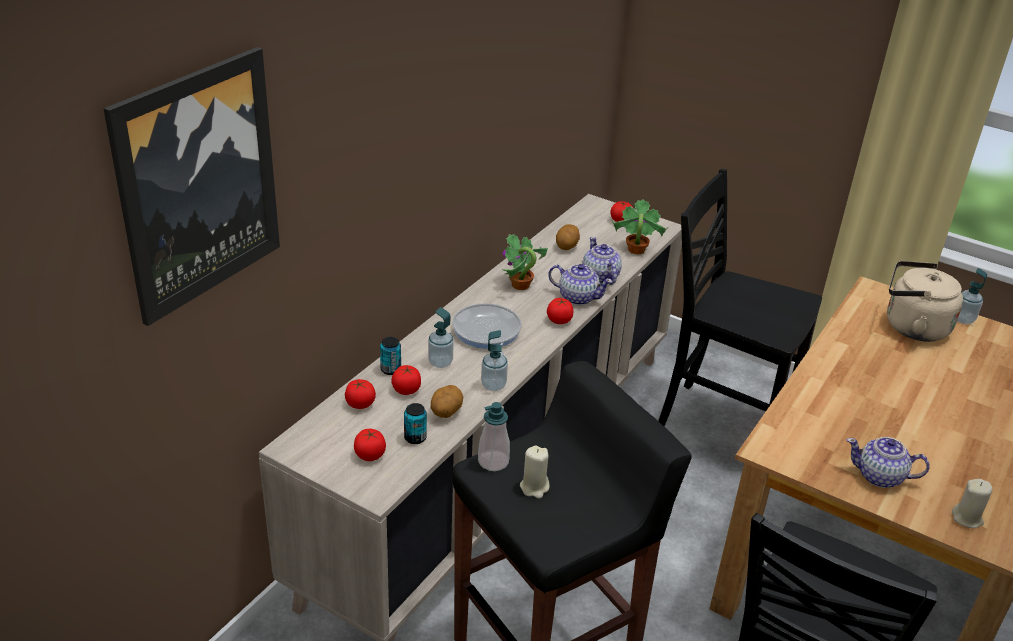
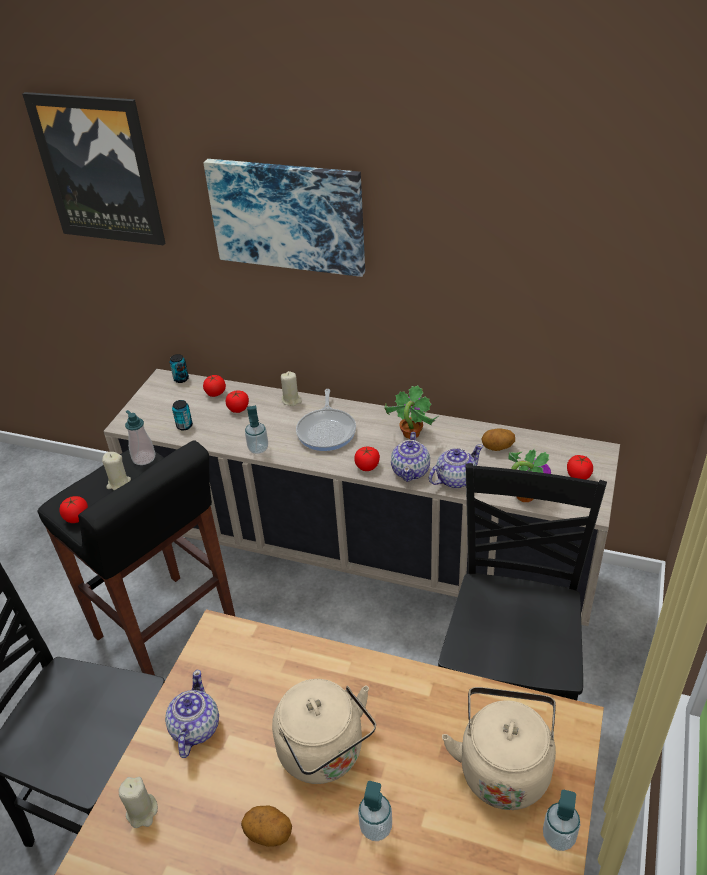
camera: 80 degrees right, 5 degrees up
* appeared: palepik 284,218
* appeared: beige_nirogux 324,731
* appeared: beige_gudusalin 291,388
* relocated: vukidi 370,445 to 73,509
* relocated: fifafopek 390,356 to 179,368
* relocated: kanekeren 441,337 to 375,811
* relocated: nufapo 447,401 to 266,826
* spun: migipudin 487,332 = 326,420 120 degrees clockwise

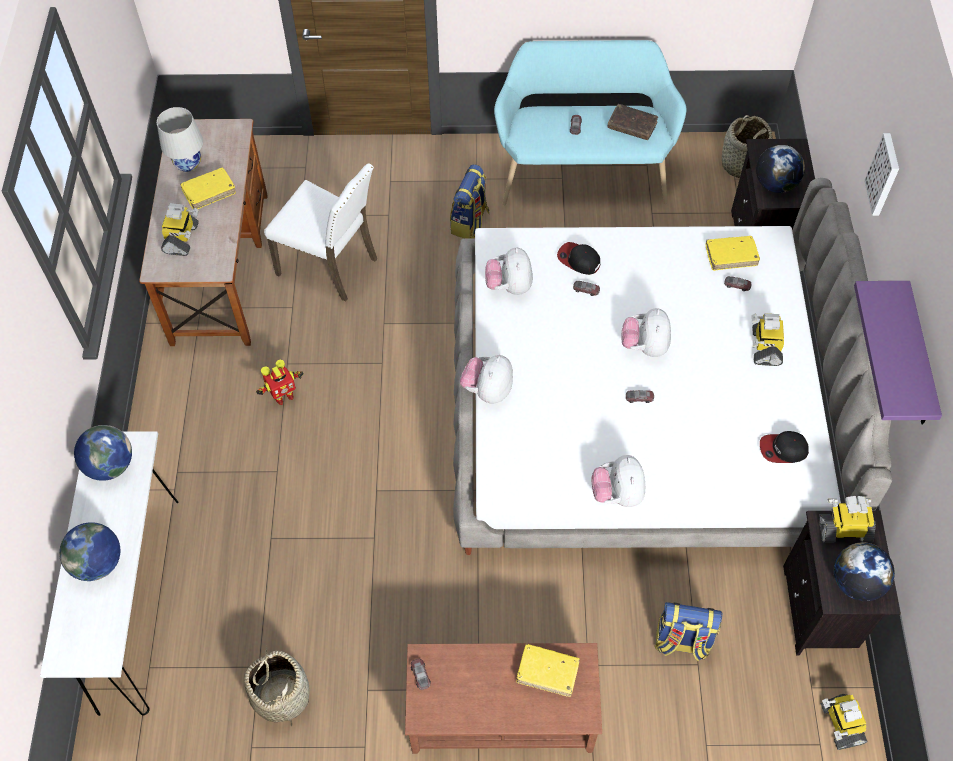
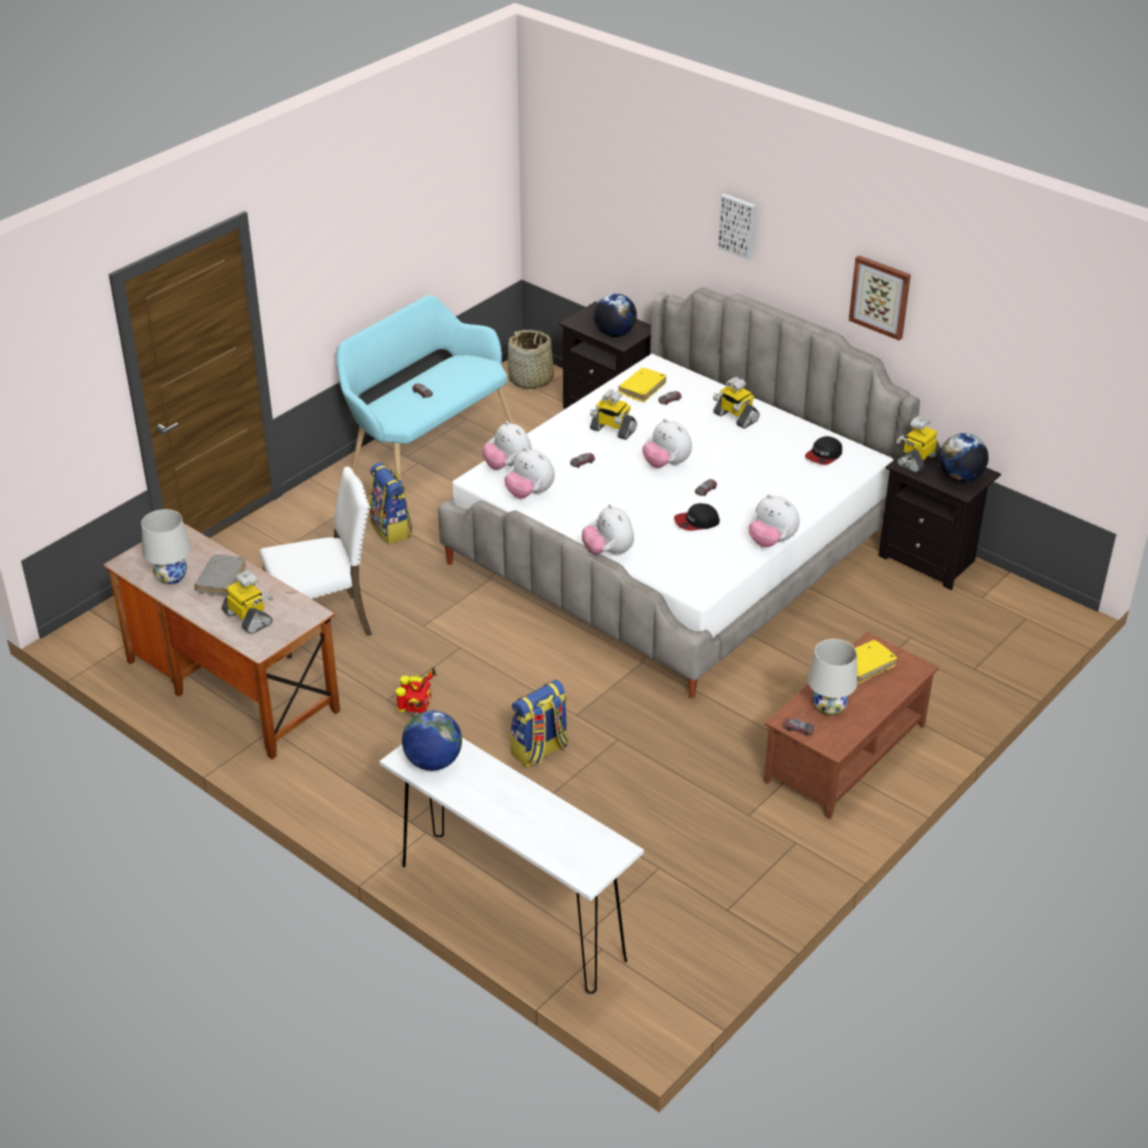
camera: 50 degrees left, 20 degrees down
* missing: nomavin 89,551
* missing: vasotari 277,686
* missing: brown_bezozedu 633,122
* appeared: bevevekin 507,445
* appeared: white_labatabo 832,677
* relocated: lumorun 578,258 to 697,516
* relocated: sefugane 688,631 to 539,724
* relocated: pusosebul 844,722 to 613,415
* exchanged: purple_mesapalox 898,352 to palepik 880,297
* colour: yellow_bezozedu 208,188 to grey_bezozedu 220,575

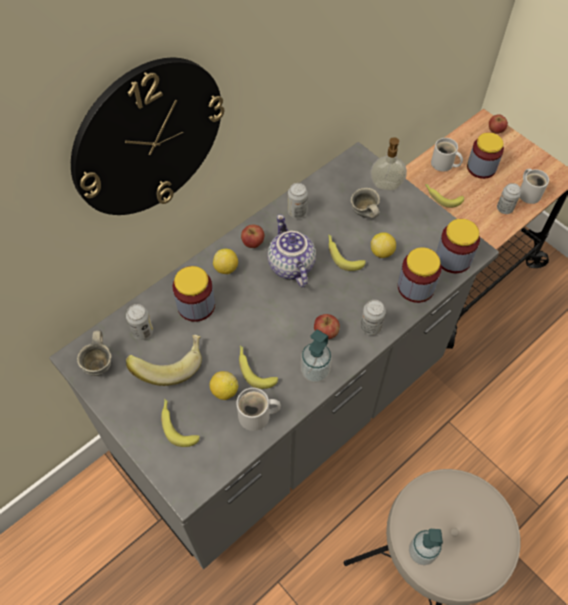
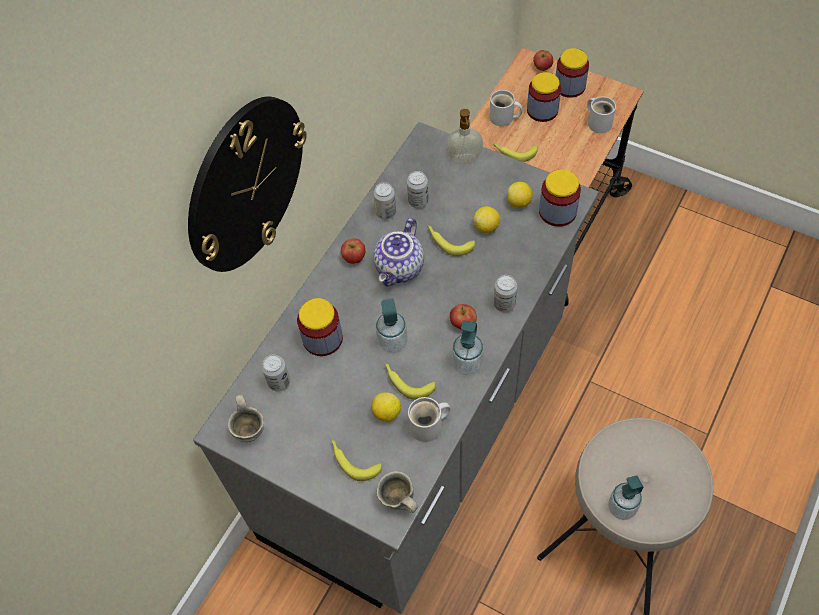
camera: 15 degrees left, 0 degrees up
* missing: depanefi 164,360
* appeared: kanekeren 391,326
* relocated: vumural 225,261 to 520,195
* relocated: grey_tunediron 365,203 to 397,492
* relocated: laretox 420,275 to 572,73
* relocated: fifafopek 509,198 to 418,189
* spun: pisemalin 291,251 = 398,252 120 degrees counterclockwise

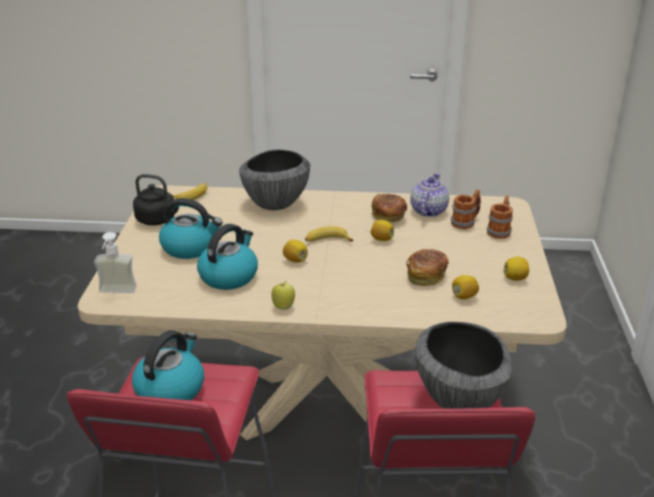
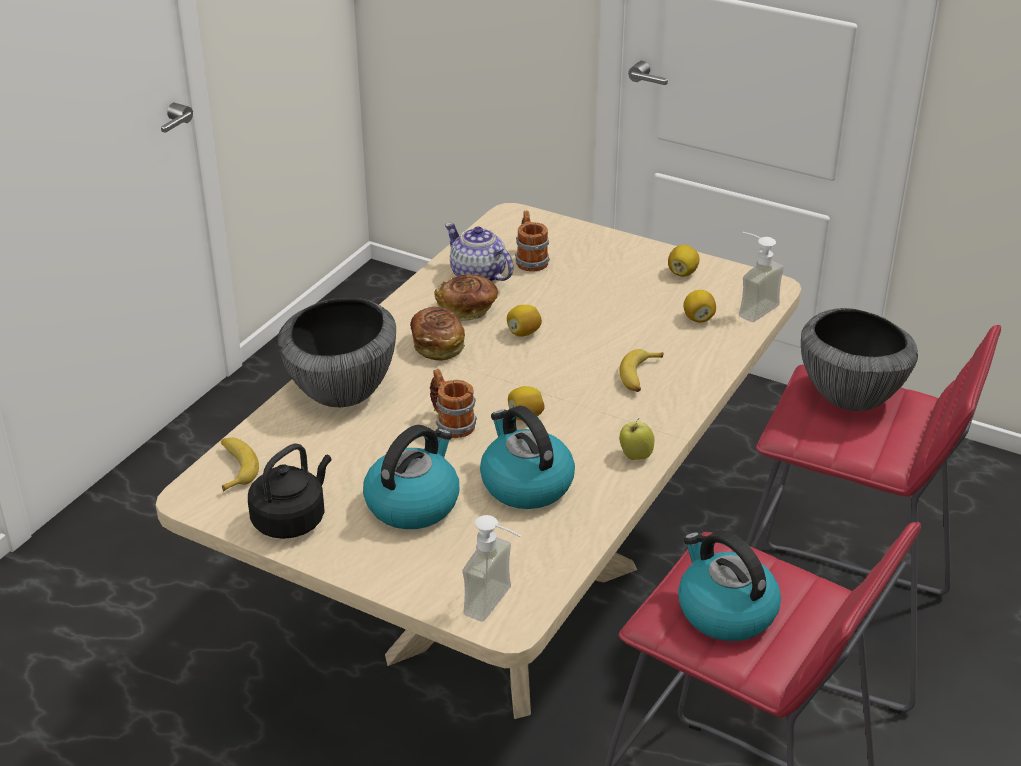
camera: 65 degrees left, 5 degrees up
* appeared: kanekeren 761,277
* relocated: depanefi 329,234 to 642,370
* relocated: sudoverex 427,267 to 437,334
* relocated: tunediron 500,217 to 453,403

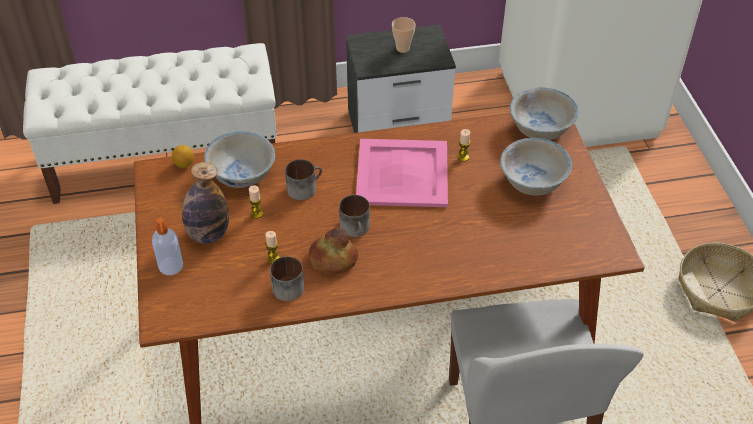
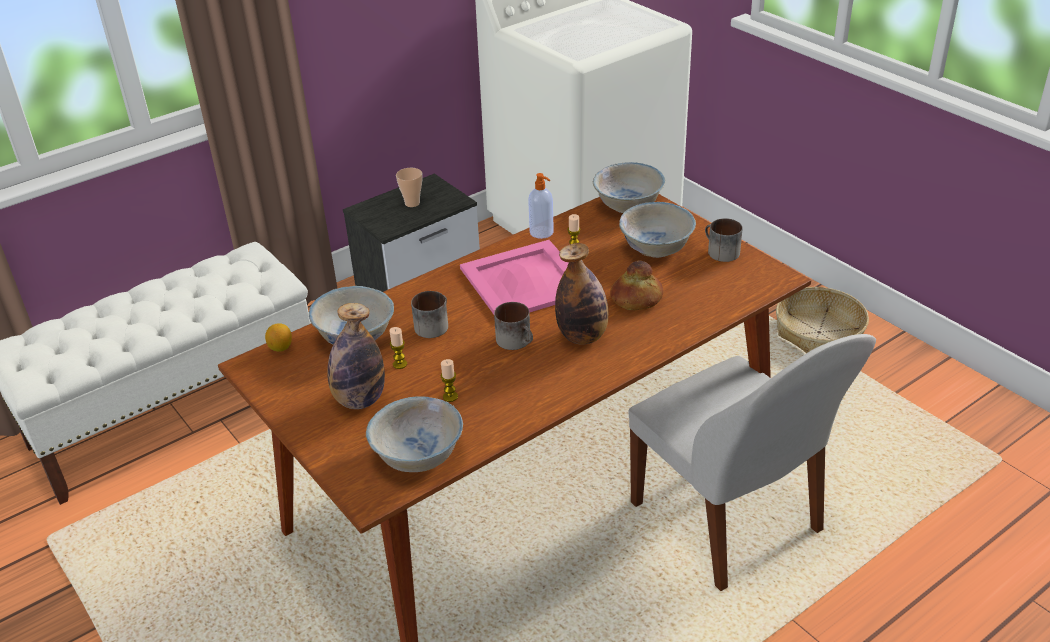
camera: 25 degrees left, 10 degrees down
* appeared: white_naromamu 414,434
* appeared: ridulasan 581,294
* relocated: kanekeren 167,246 to 541,206
* relocated: tunediron 287,278 to 724,240
* relocated: sudoverex 333,251 to 636,285

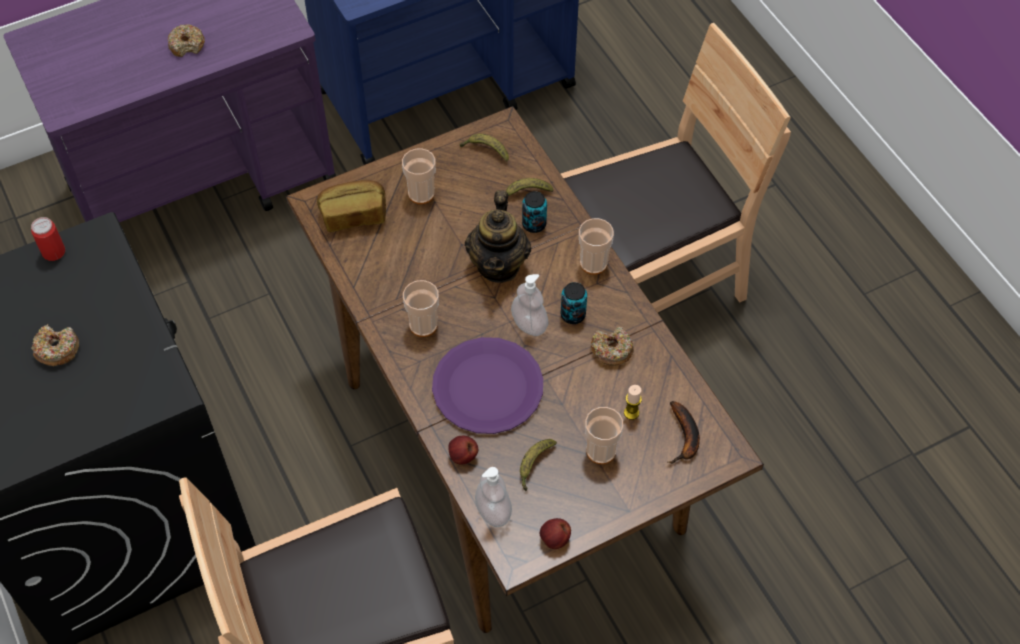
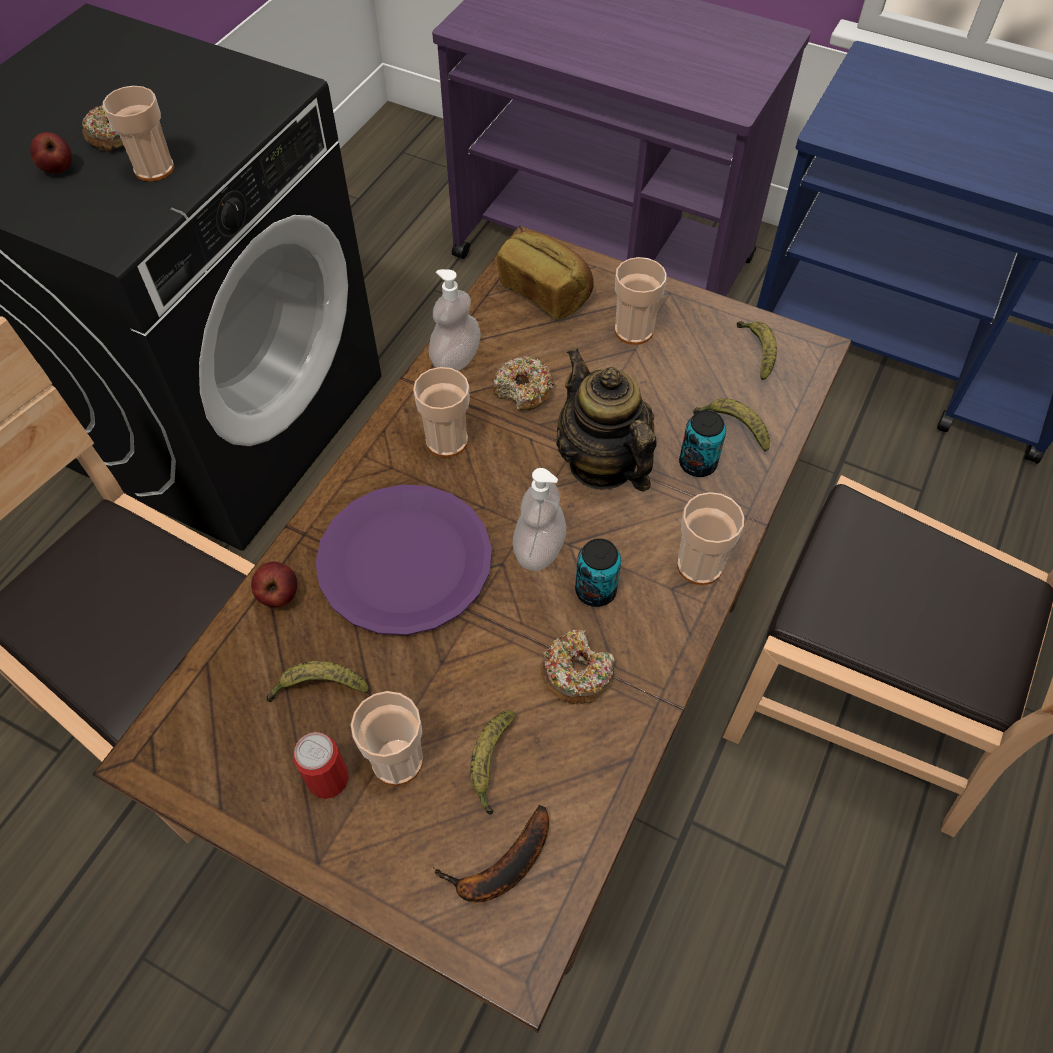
camera: 55 degrees right, 0 degrees up
* appeared: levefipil 138,133
* relocated: fifafopek 48,239 to 321,765
* relocated: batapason 186,40 to 524,383
* relocated: kanekeren 493,497 to 455,320
* relocated: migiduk 555,533 to 51,153
* exchanged: gudusalin 633,402 to depanefi 493,763
* spun: pisemalin 498,236 = 606,420 90 degrees clockwise

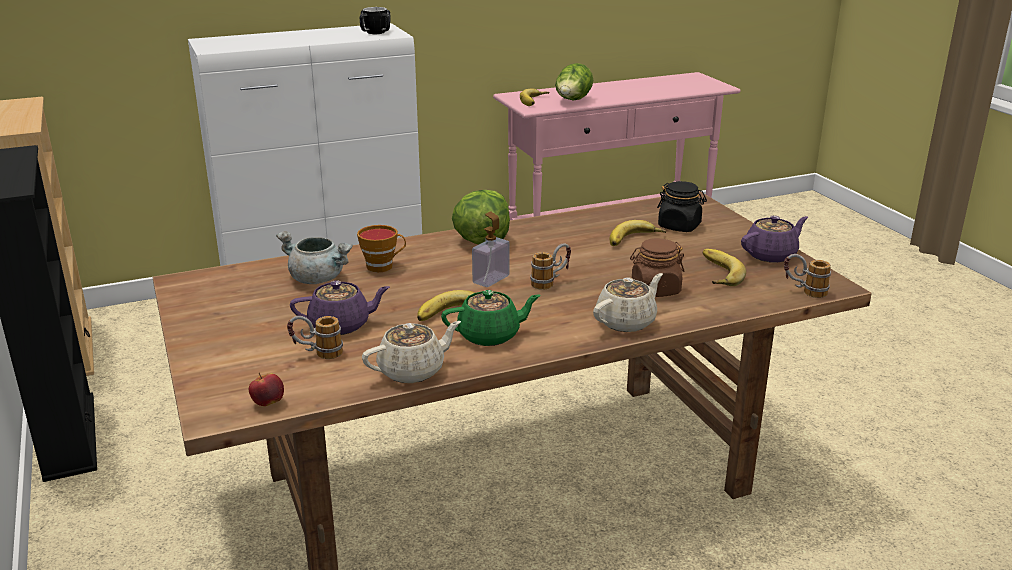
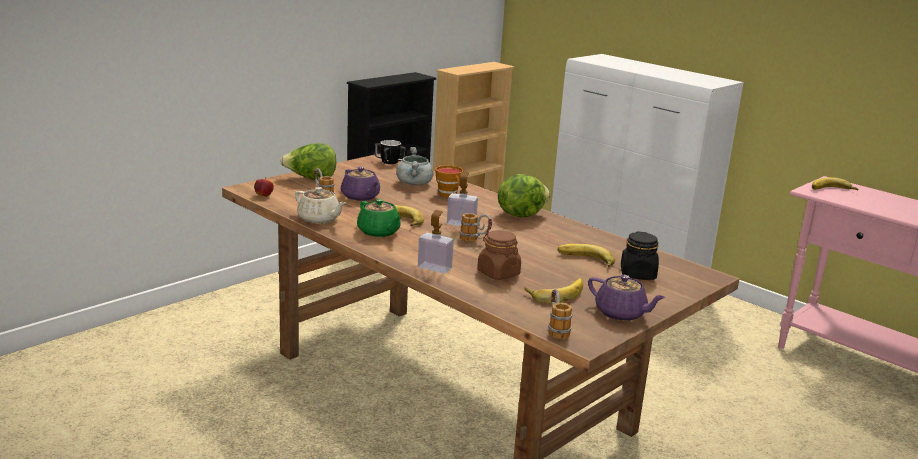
camera: 65 degrees right, 5 degrees down
* relocated: tunediron 375,20 to 390,152
* relocated: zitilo 574,81 to 308,161
* exchanged: beige_pisemalin 628,302 to kanekeren 436,241

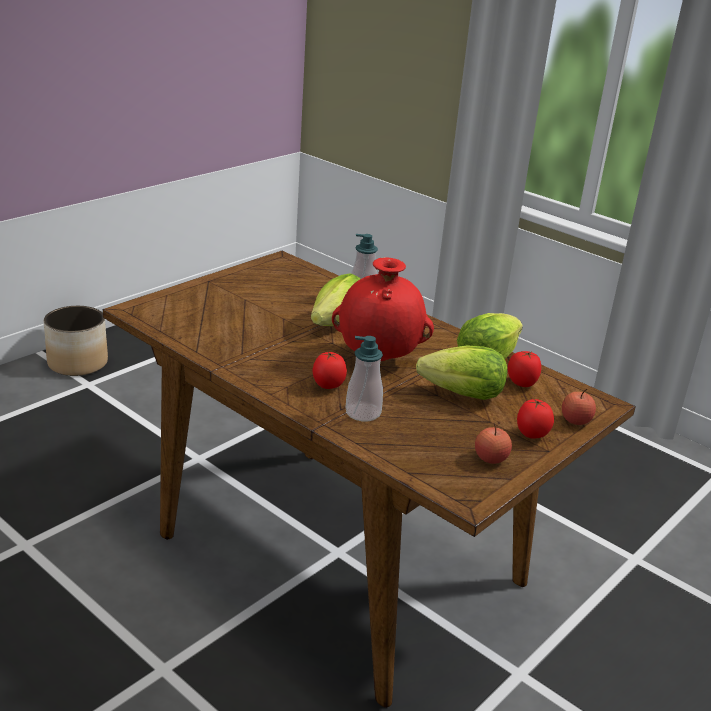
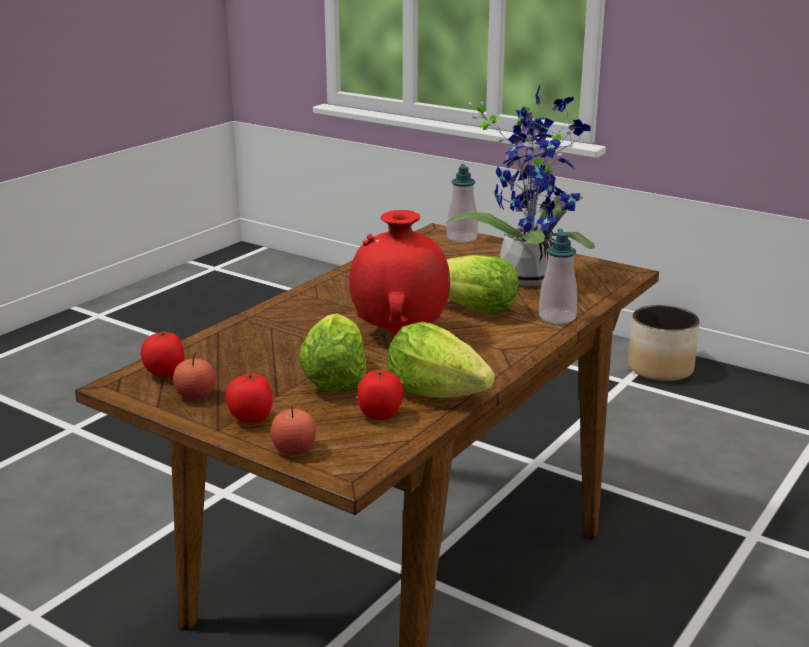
camera: 85 degrees right, 5 degrees down
* appeared: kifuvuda 520,185
* relocated: vukidi 330,370 to 162,354
* relocated: kanekeren 364,378 to 462,203

